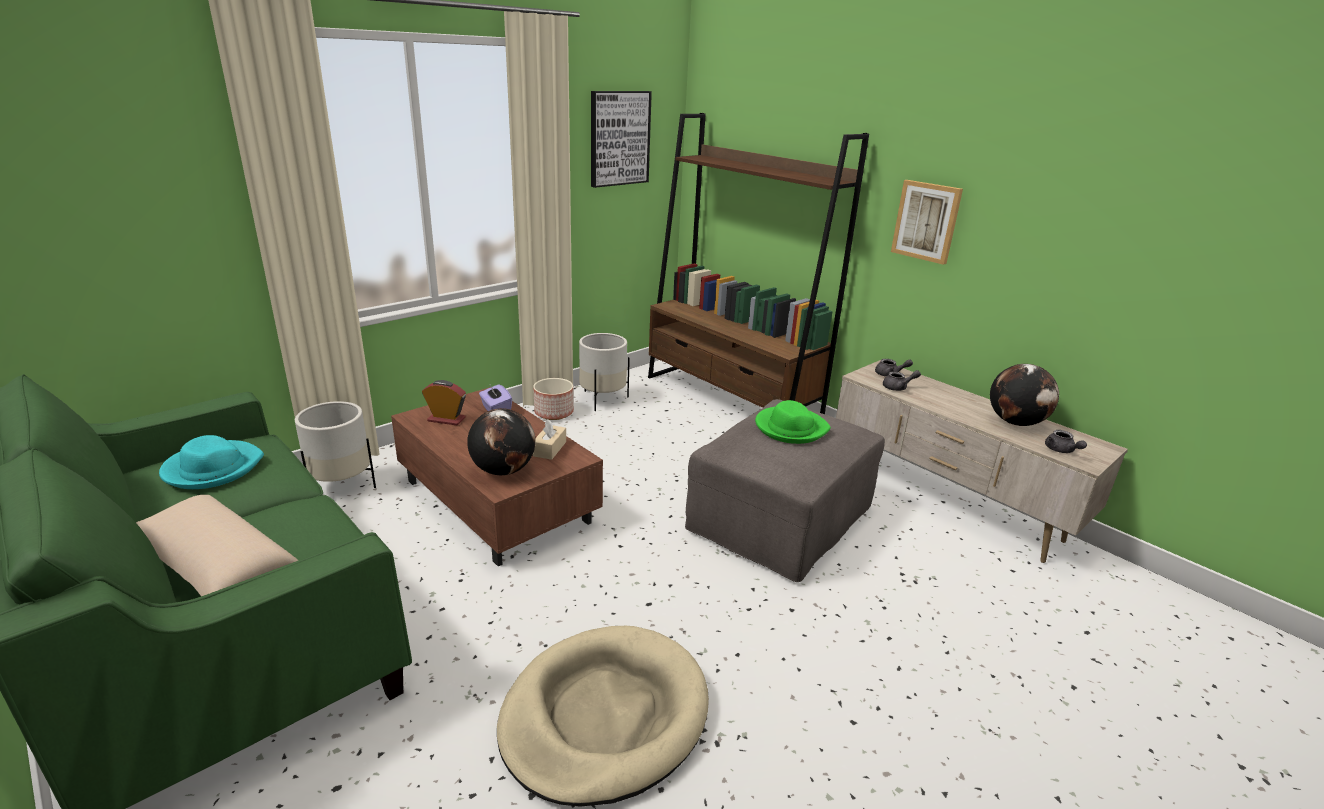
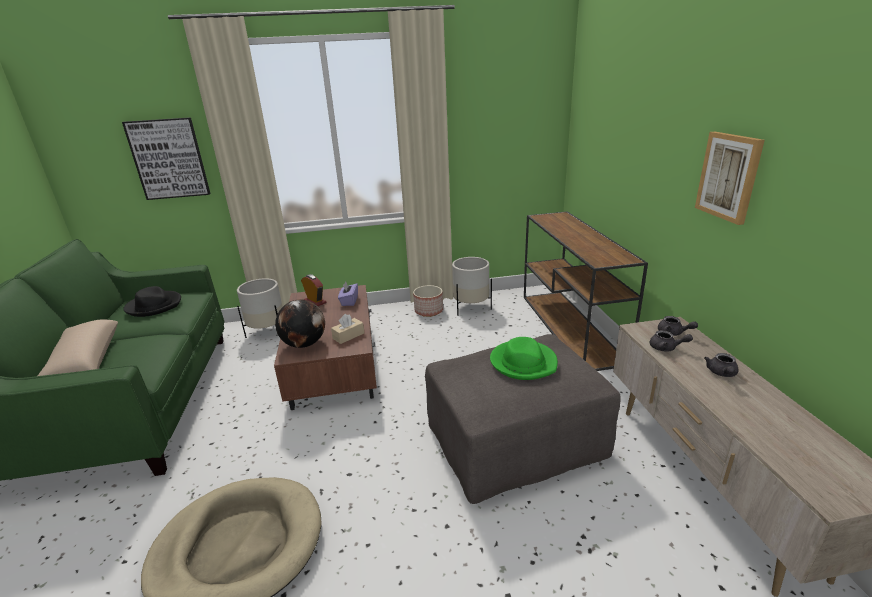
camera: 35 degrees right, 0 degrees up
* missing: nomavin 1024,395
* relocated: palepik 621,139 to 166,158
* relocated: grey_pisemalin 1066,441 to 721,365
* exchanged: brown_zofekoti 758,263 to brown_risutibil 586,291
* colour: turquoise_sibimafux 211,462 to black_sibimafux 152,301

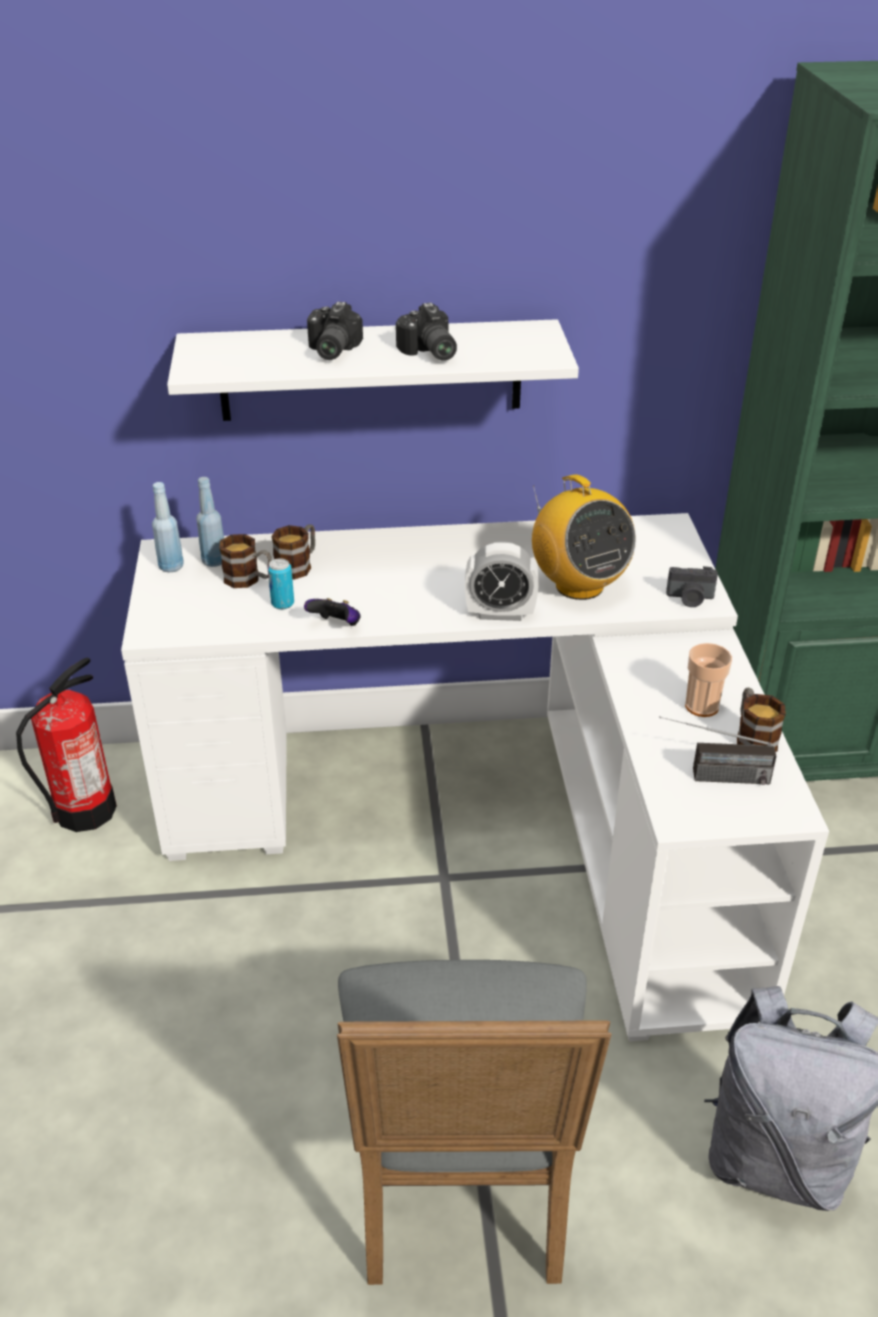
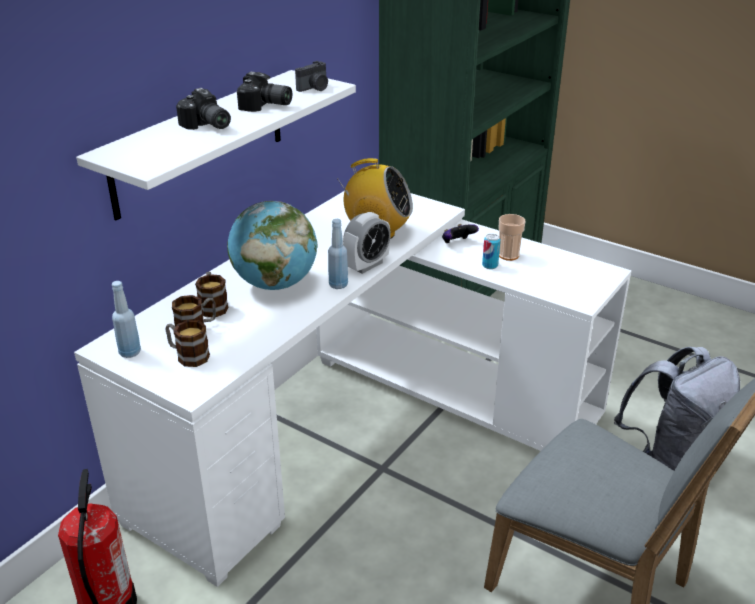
camera: 50 degrees left, 5 degrees down
* missing: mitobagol 717,750
* appeared: nomavin 272,245
* relocated: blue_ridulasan 210,522 to 338,254
* relocated: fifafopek 281,583 to 491,251
* relocated: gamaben 332,612 to 460,233
* relocated: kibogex 692,586 to 311,76
* relocated: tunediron 761,720 to 187,343

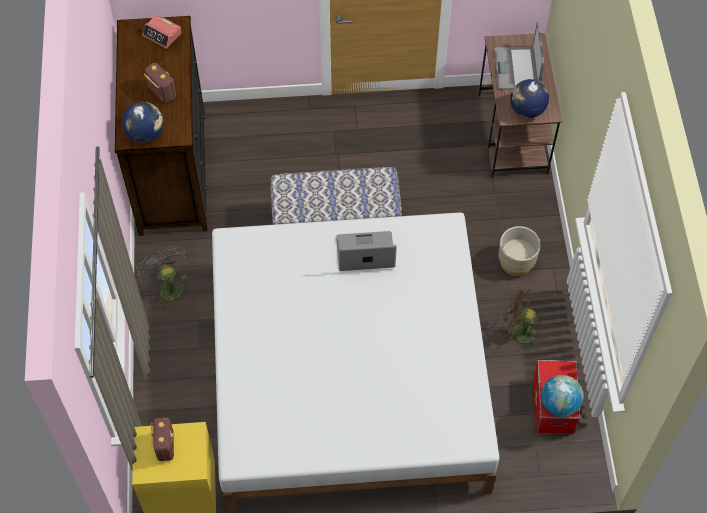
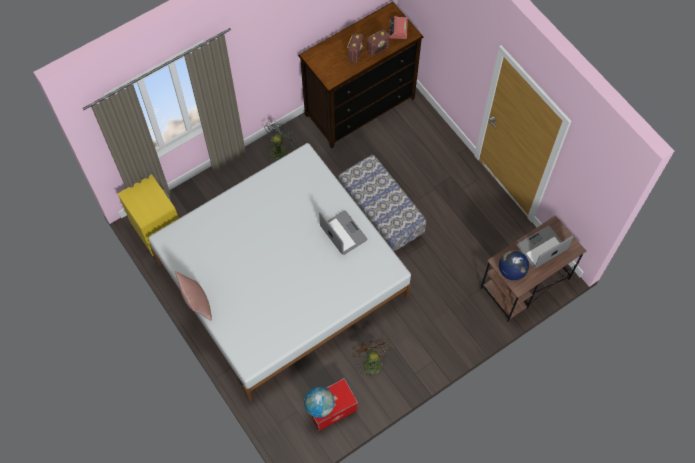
camera: 60 degrees right, 5 degrees up
* missing: nomavin 143,122
* missing: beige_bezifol 519,251
* appeared: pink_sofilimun 193,296
* relocated: mitobagol 162,439 to 378,43

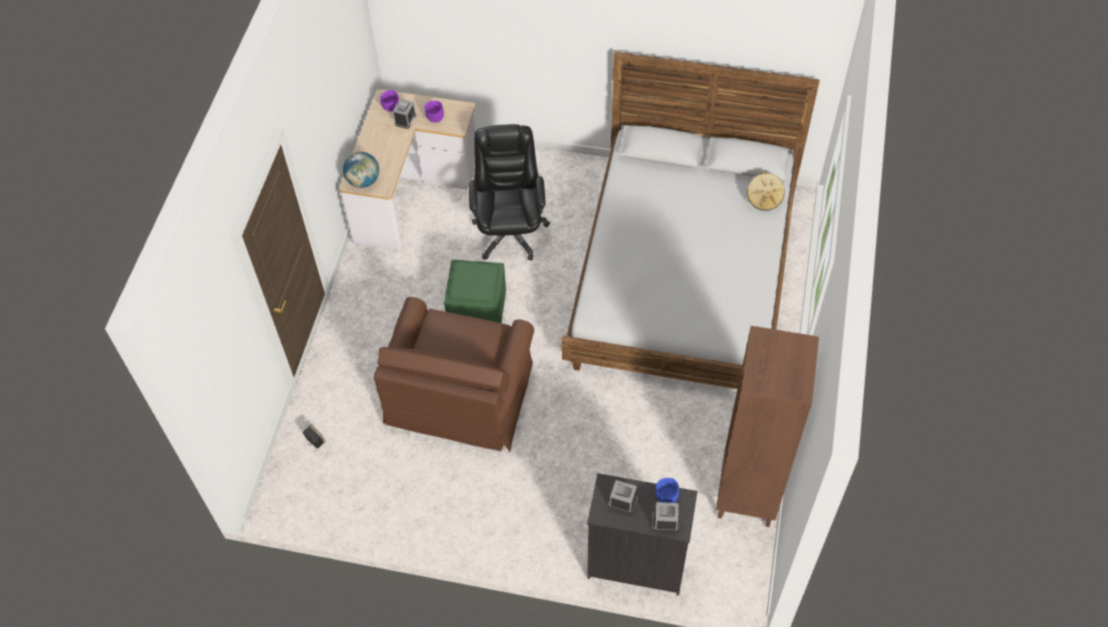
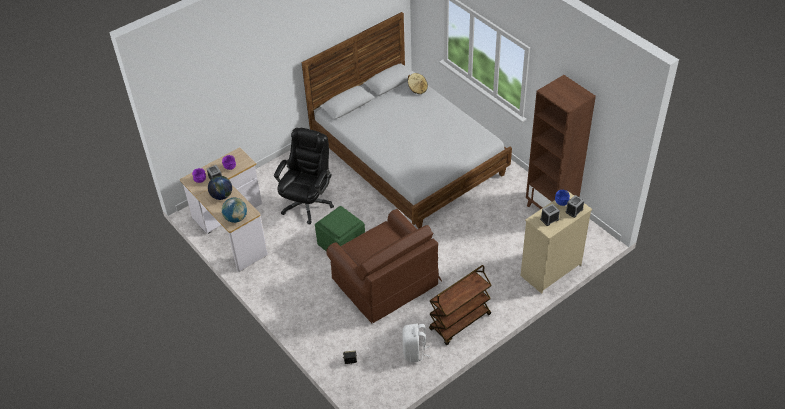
camera: 50 degrees left, 10 degrees down
* appeared: nomavin 220,188
* appeared: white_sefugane 416,343
* appeared: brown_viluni 460,305
* colour: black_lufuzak 642,534 to beige_lufuzak 556,242
* spun: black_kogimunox 509,192 = 304,176 75 degrees clockwise

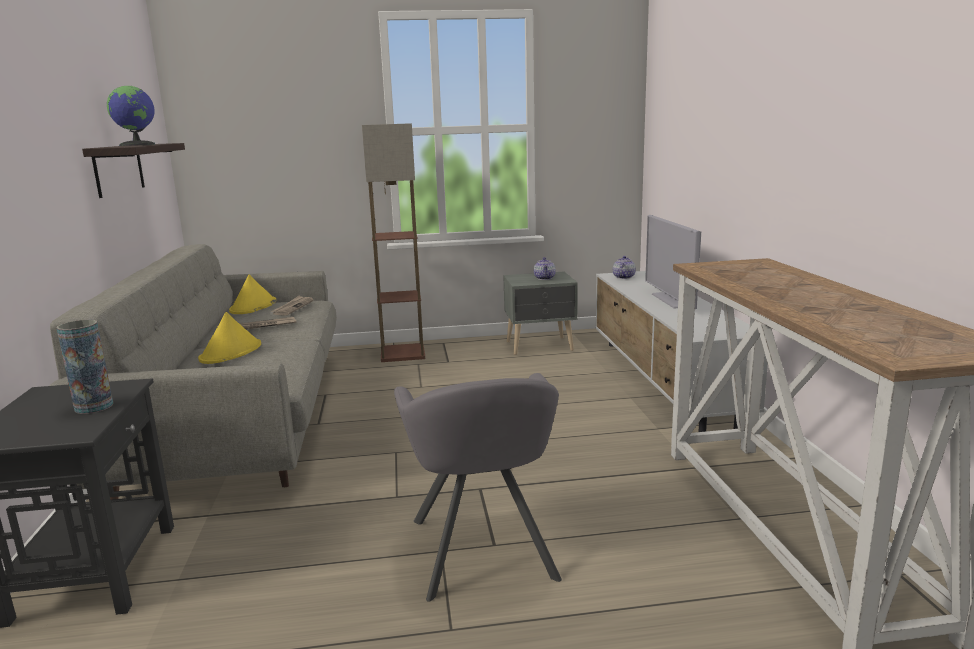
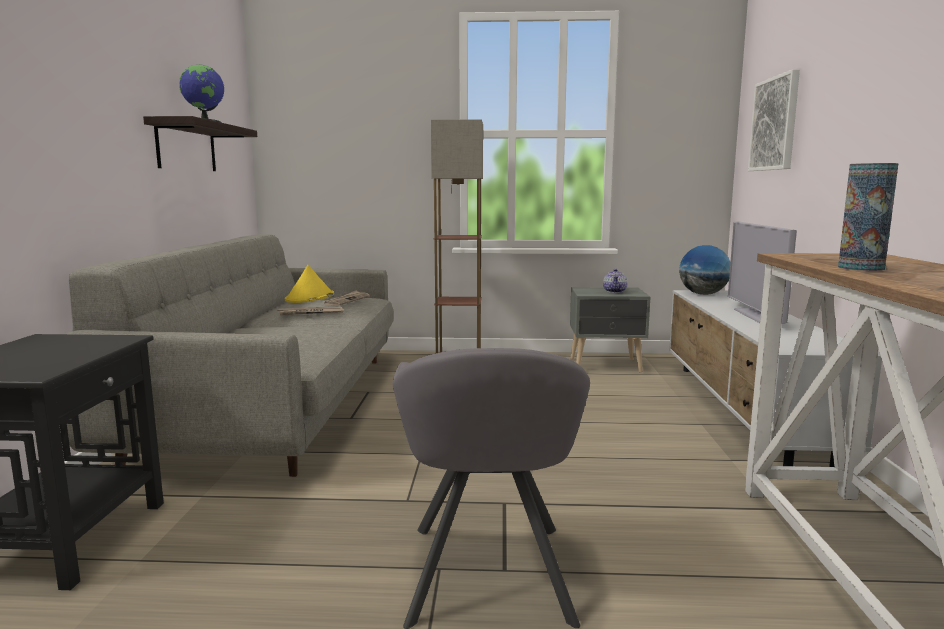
camera: 10 degrees right, 5 degrees down
* missing: yellow_sibimafux 229,338
* appeared: palepik 774,120
* relocated: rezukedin 85,366 to 868,217
* exchanged: pisemalin 624,267 to nomavin 704,270

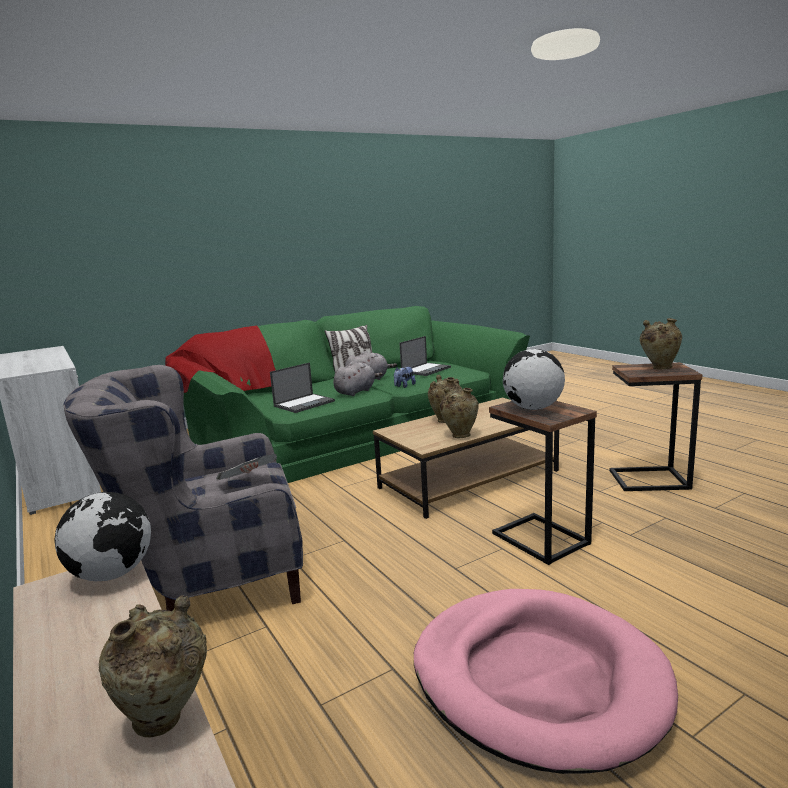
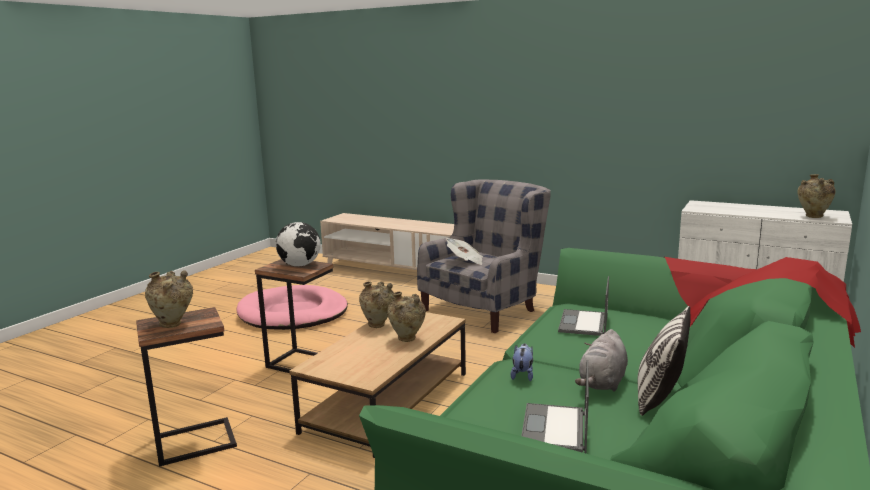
camera: 150 degrees right, 0 degrees up
* missing: nomavin 103,536
* missing: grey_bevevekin 358,378
* relocated: beige_rezukedin 153,666 to 816,196

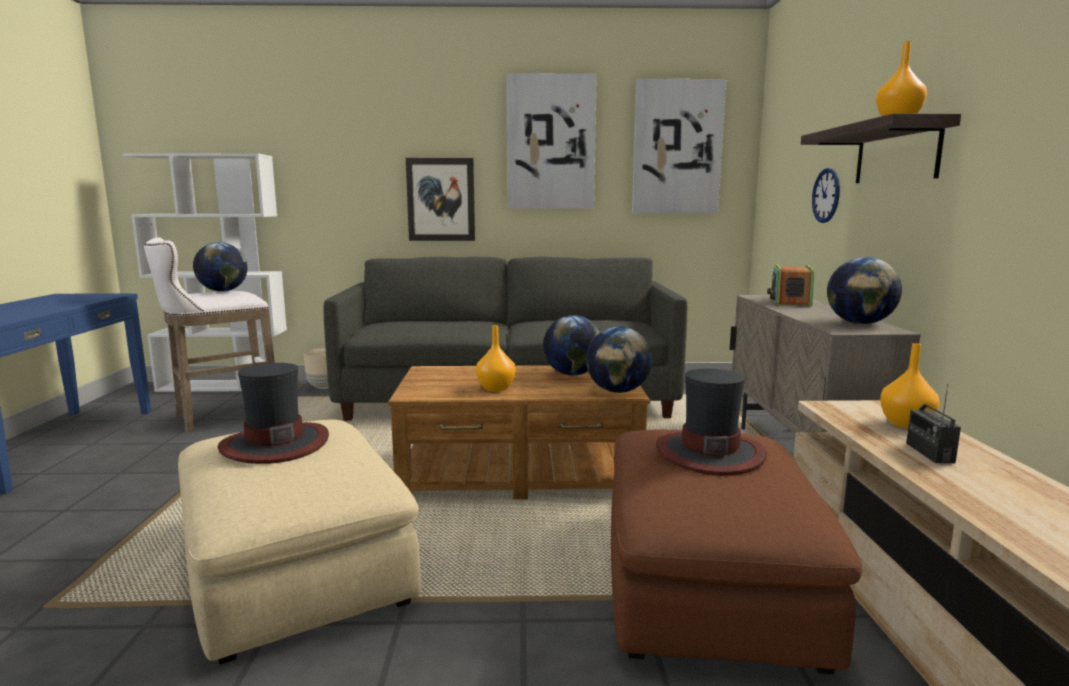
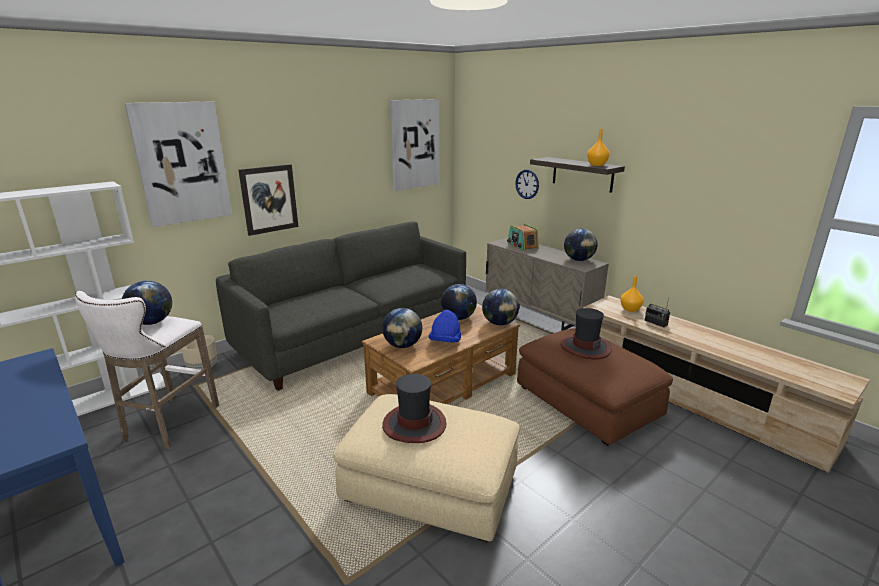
camera: 40 degrees left, 10 degrees up
* appeared: nomavin 402,328
* relocated: palepik 551,141 to 178,164
* exchanged: orange_rezukedin 496,358 to blue_sibimafux 444,326

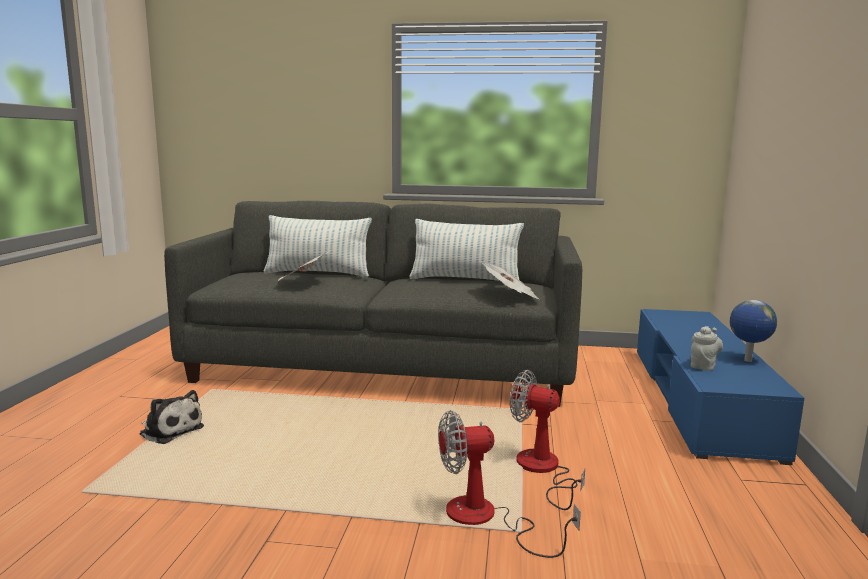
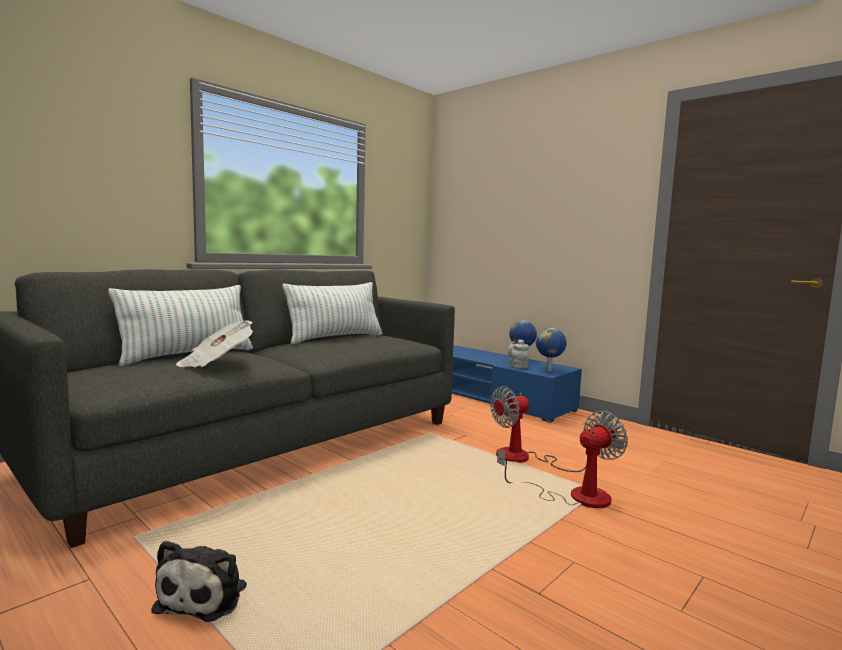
camera: 55 degrees left, 5 degrees down
* missing: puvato 509,280
* appeared: nomavin 551,350
* spun: bevevekin 172,417 = 199,581 120 degrees clockwise
* spun: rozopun 509,484 = 562,459 150 degrees counterclockwise

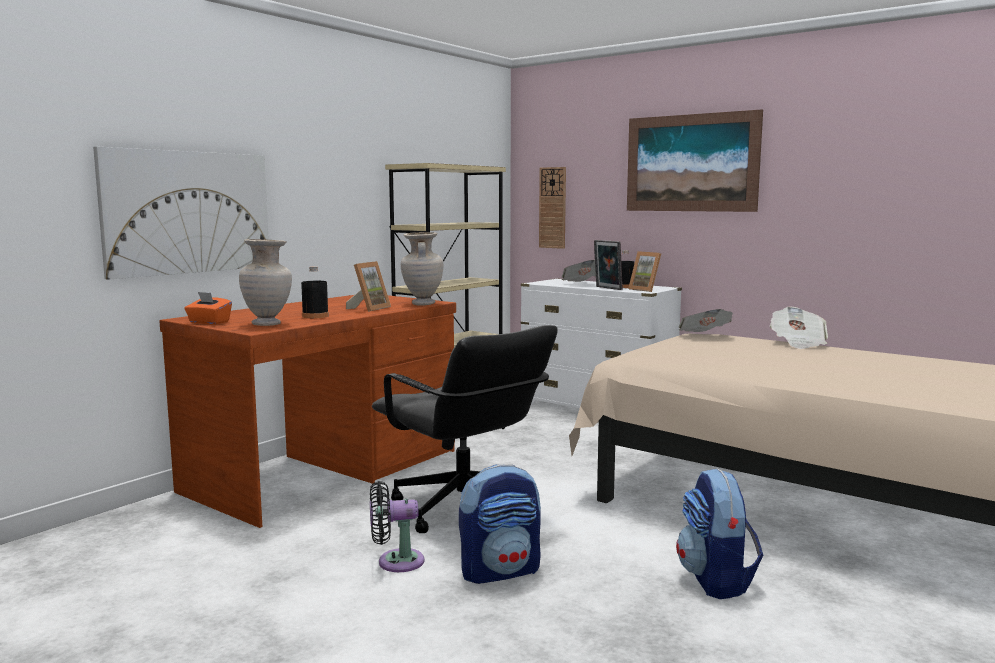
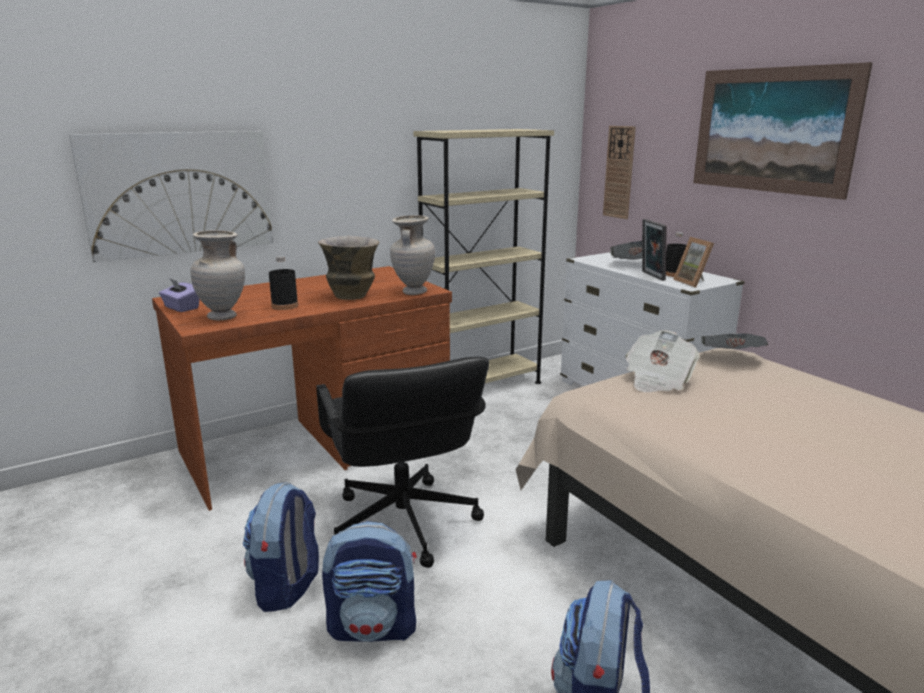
camera: 20 degrees right, 10 degrees up
* relocated: puvato 799,328 to 662,361
* exchanged: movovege 368,286 to rezukedin 348,268
* exchanged: black_rozopun 397,526 to sefugane 281,547
* colour: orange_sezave 208,308 to purple_sezave 179,295

